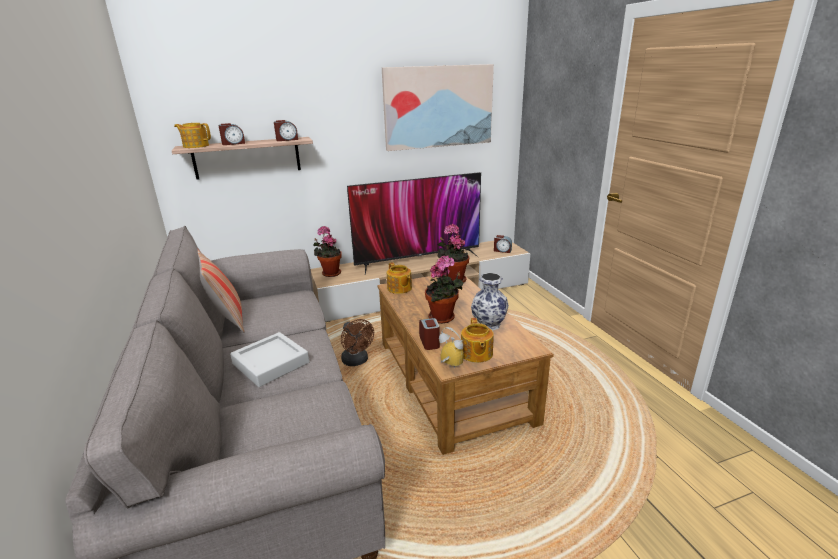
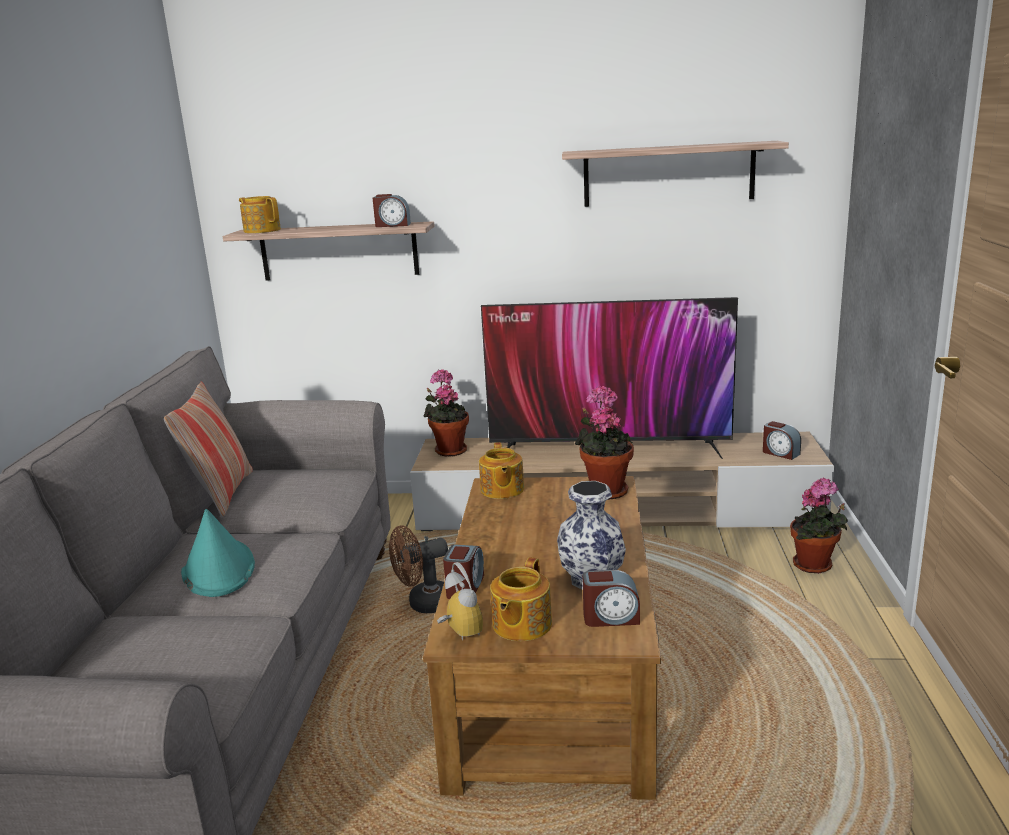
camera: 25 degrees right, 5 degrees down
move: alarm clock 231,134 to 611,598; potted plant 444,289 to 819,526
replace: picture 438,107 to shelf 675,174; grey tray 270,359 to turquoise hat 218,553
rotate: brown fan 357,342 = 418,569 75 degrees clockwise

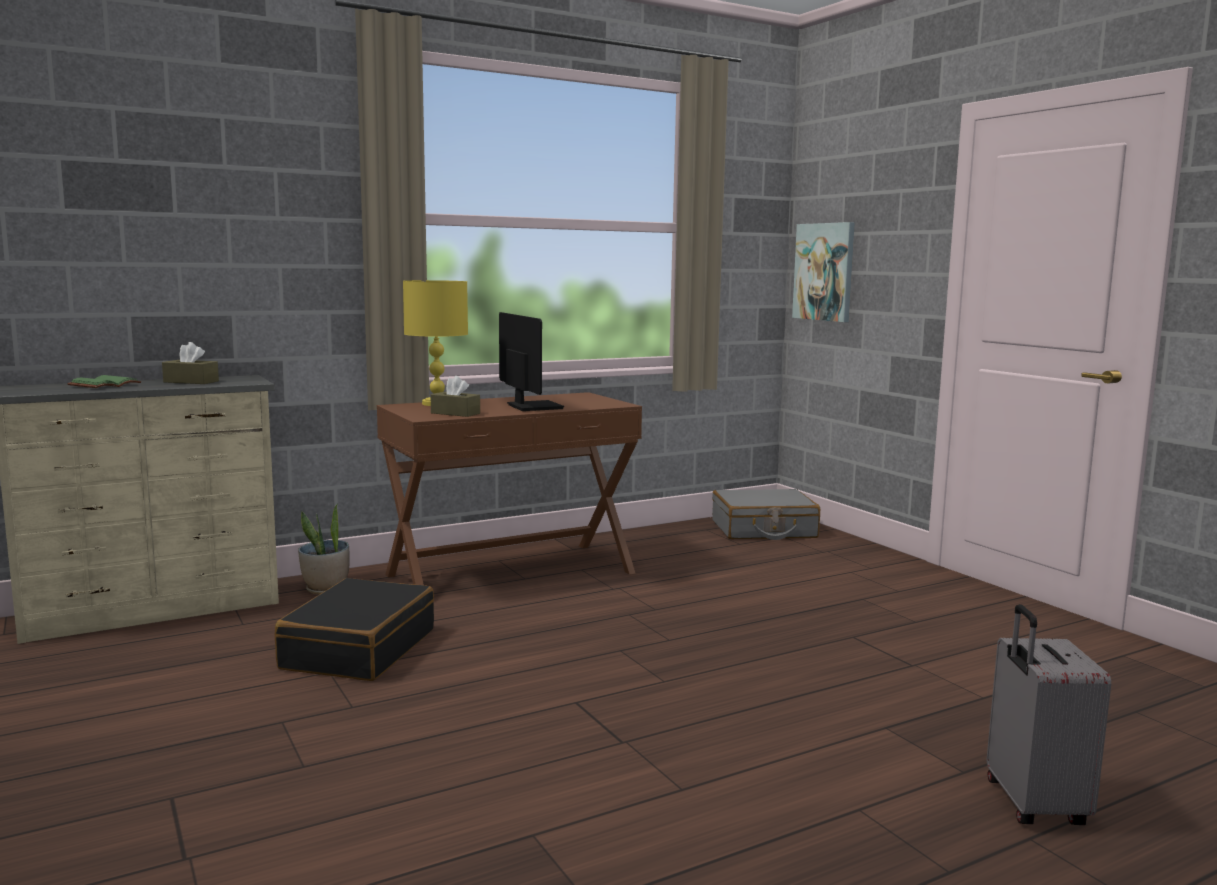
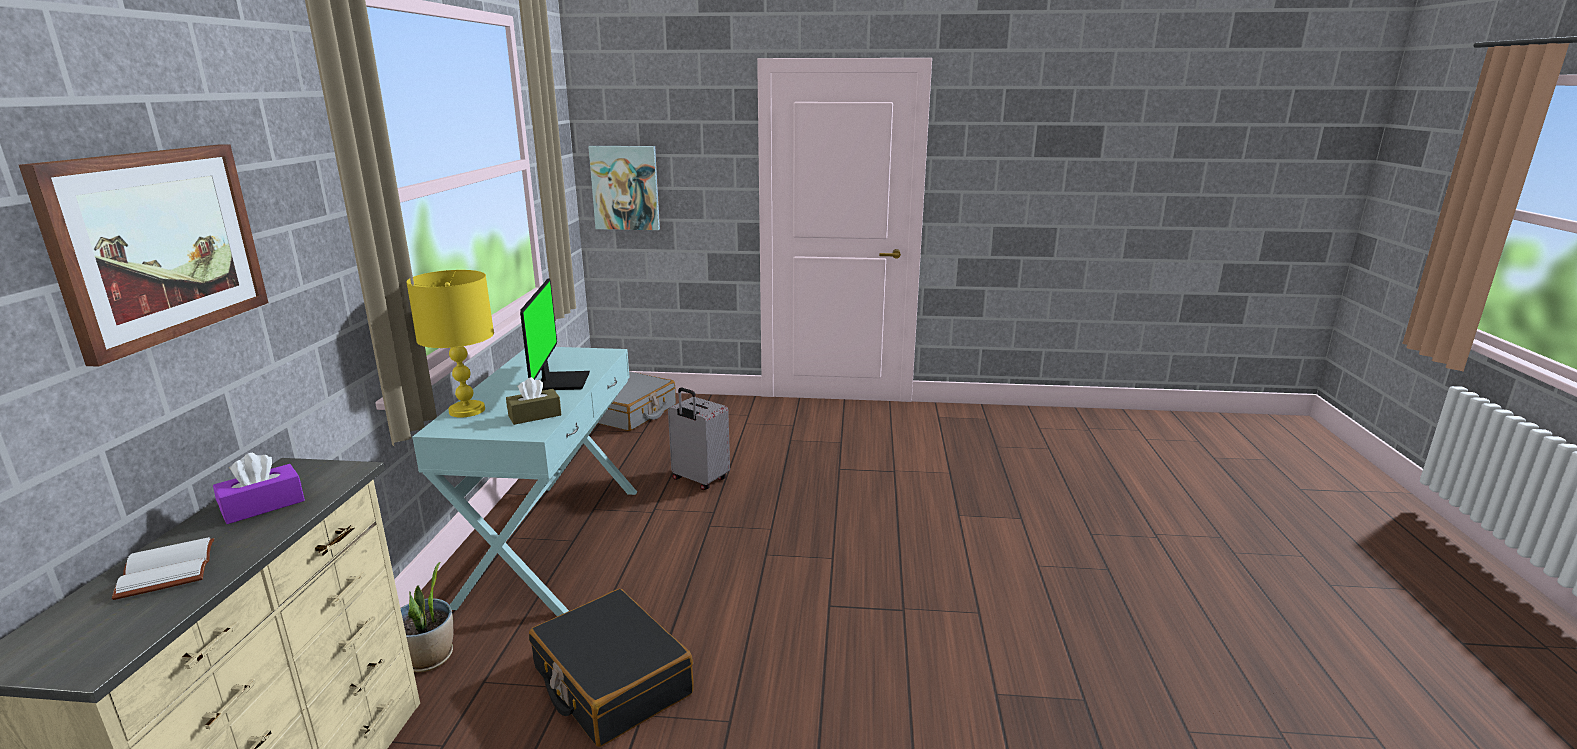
camera: 55 degrees left, 10 degrees up
insert: picture 143,255
move: grey suitcase 1049,714 to 699,439
recolor: brown tissue box 190,363 to purple tissue box 259,488; green book 104,381 to white book 163,568; brown console table 509,488 to turquoise console table 524,481
rotate: monitor 531,361 = 555,334 75 degrees clockwise

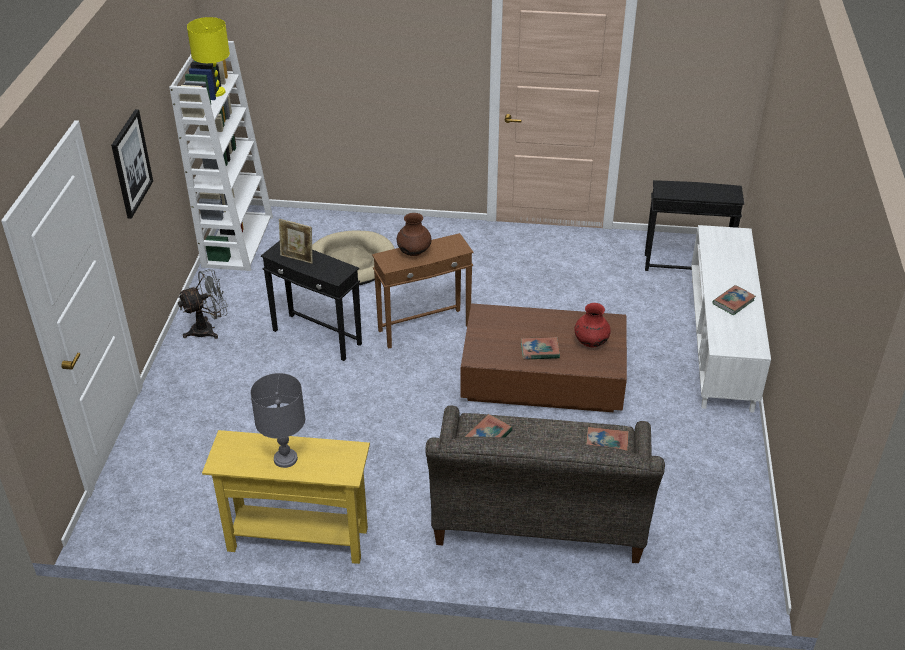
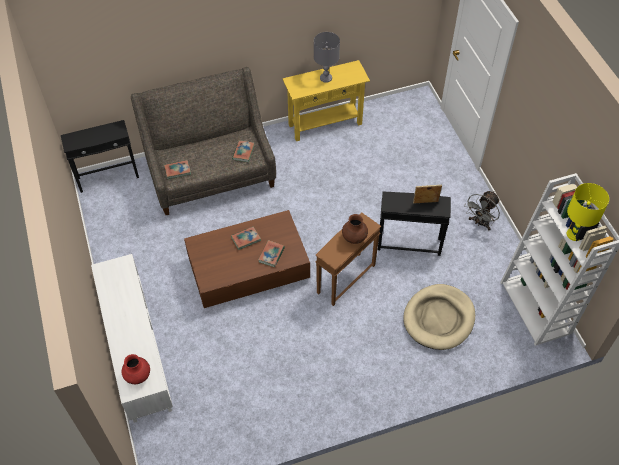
camera: 155 degrees right, 15 degrees up
delete: picture 132,164
move: black side table 694,225 to 100,156; book 734,300 to 271,253; red vase 592,325 to 135,369

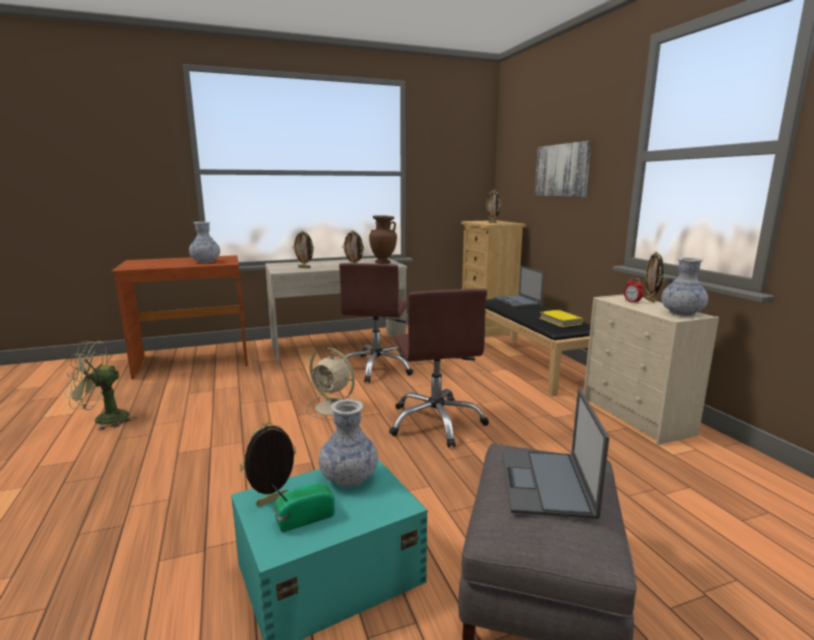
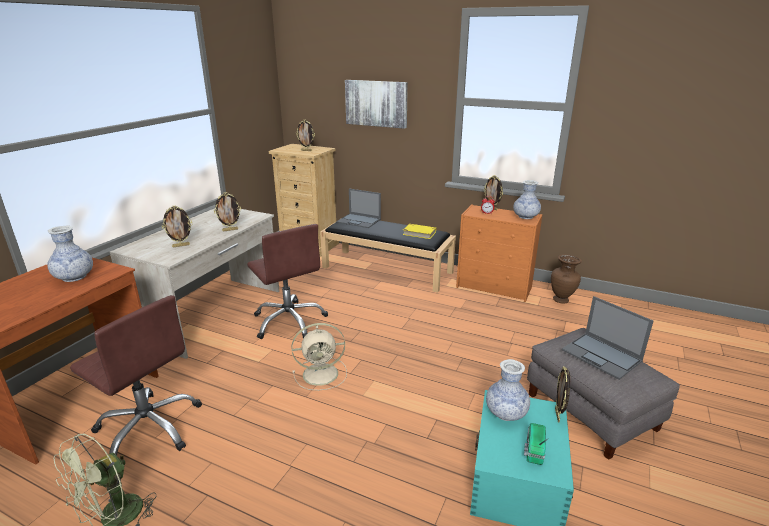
camera: 45 degrees left, 10 degrees up
move: brown vase 383,239 to 566,279; brown office chair 439,368 to 136,375; picture frame 268,464 to 562,394
recolor: beige dresser 651,369 to orange dresser 499,253

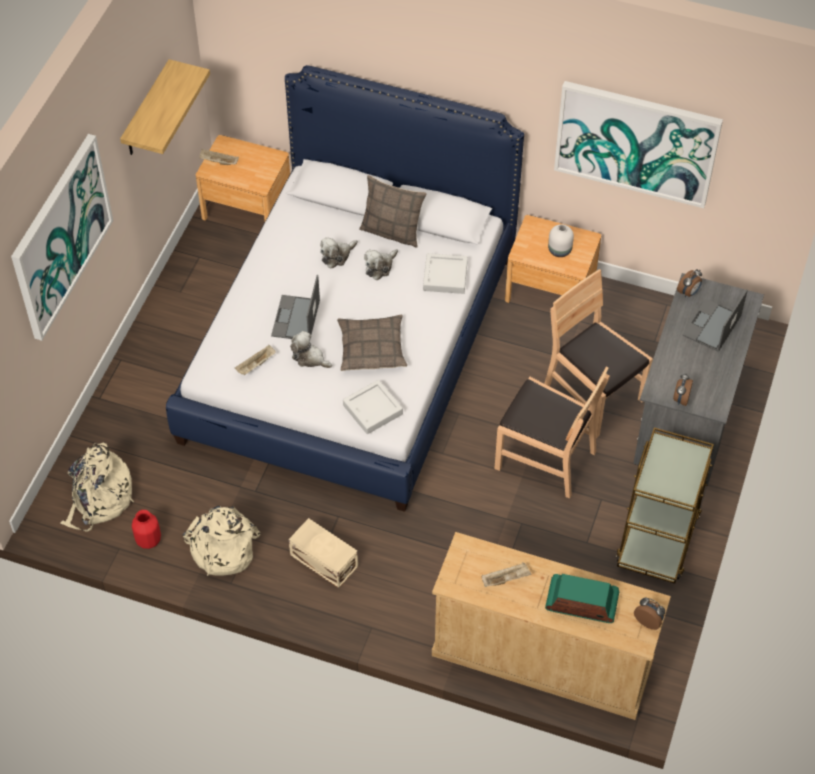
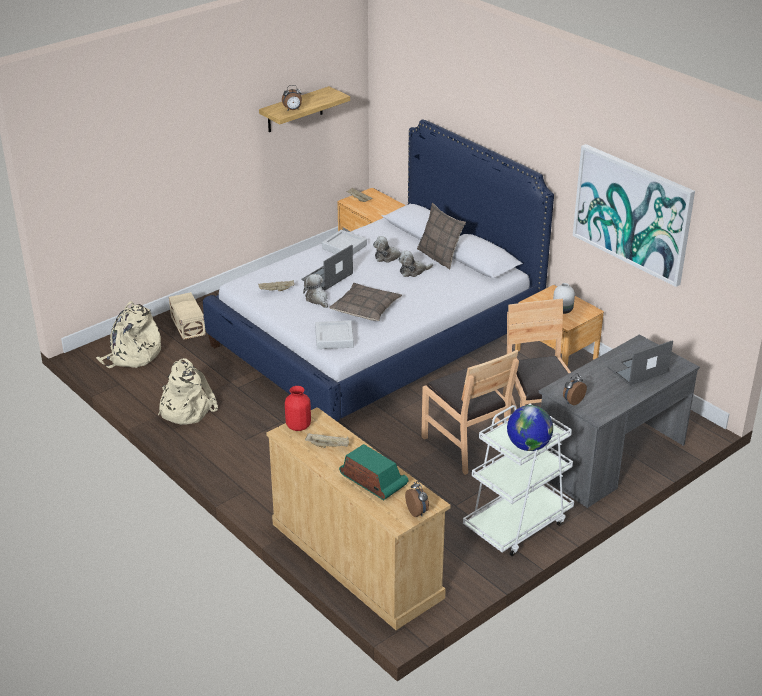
camera: 30 degrees right, 20 degrees down
delete: picture 62,237
insert: globe 530,428
move: grey tray 445,273 to 344,242; alarm clock 689,283 to 292,97; red vase 146,529 to 298,408; beige storage box 323,553 to 187,316
recolor: brown cart 665,505 to white cart 518,480

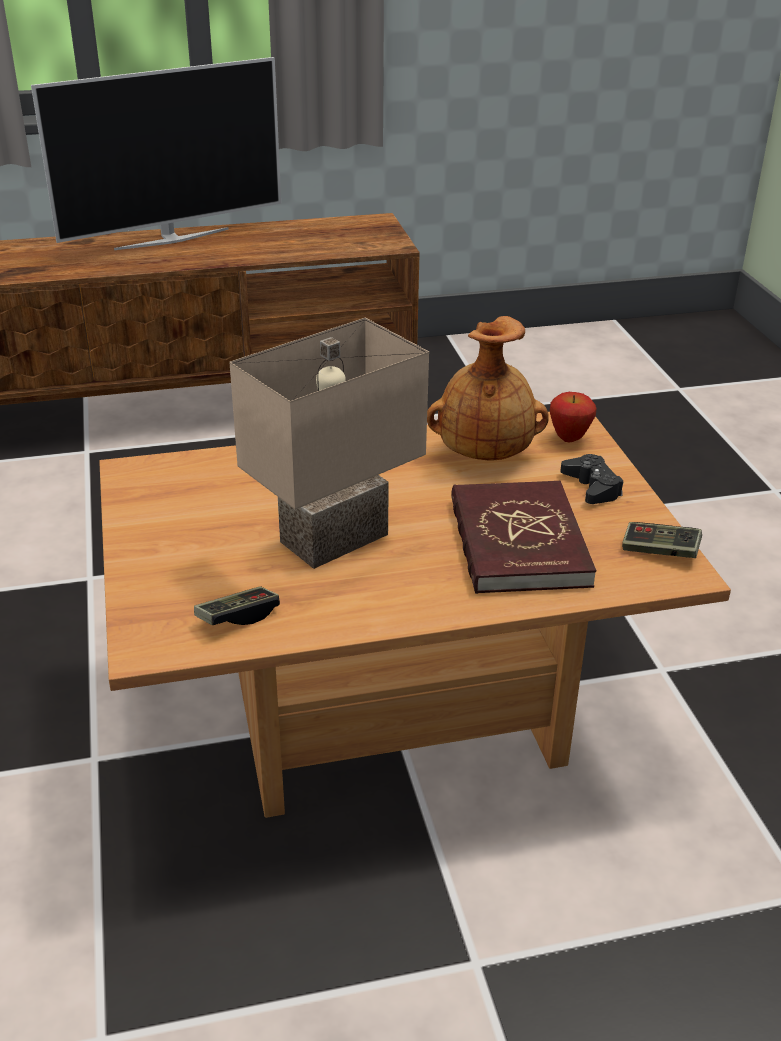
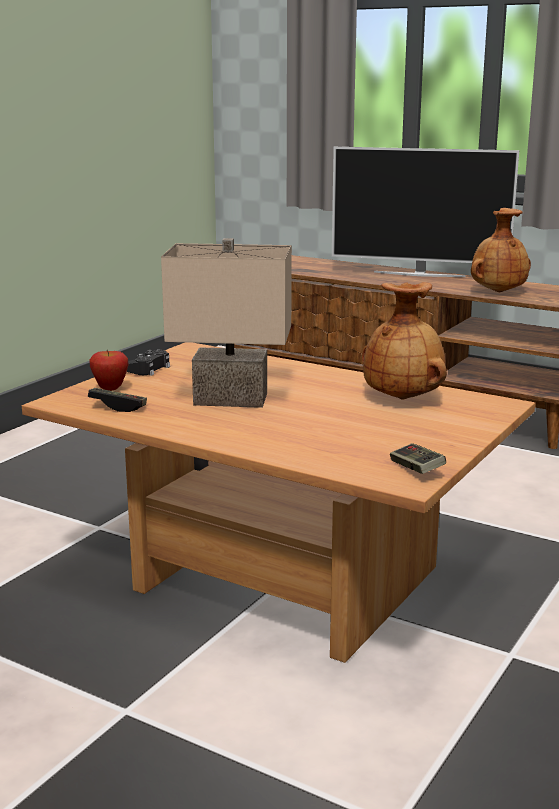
camera: 45 degrees right, 15 degrees down
delete: red book 523,537
insert: brown vase 501,250
move: apple 573,417 to 109,370; black game controller 591,479 to 148,363

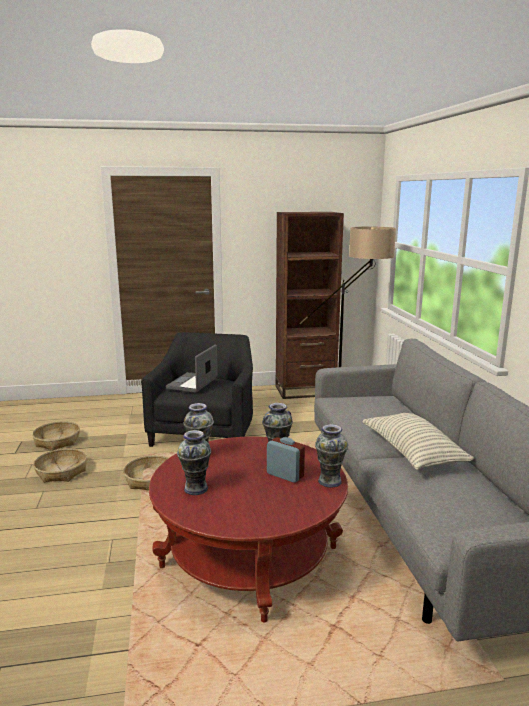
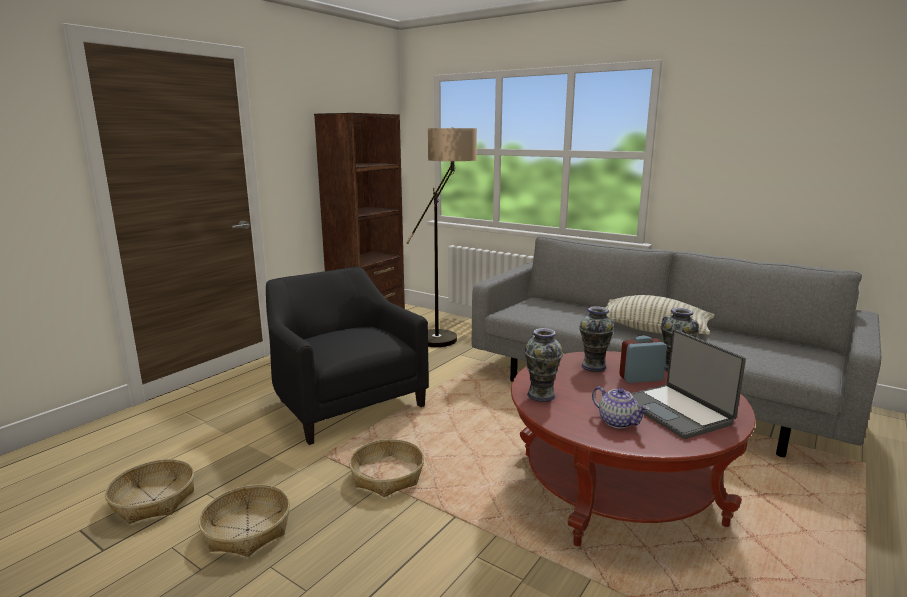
camera: 45 degrees left, 0 degrees up
move: laptop 192,369 to 688,384
replace: vase 194,462 to teapot 620,407

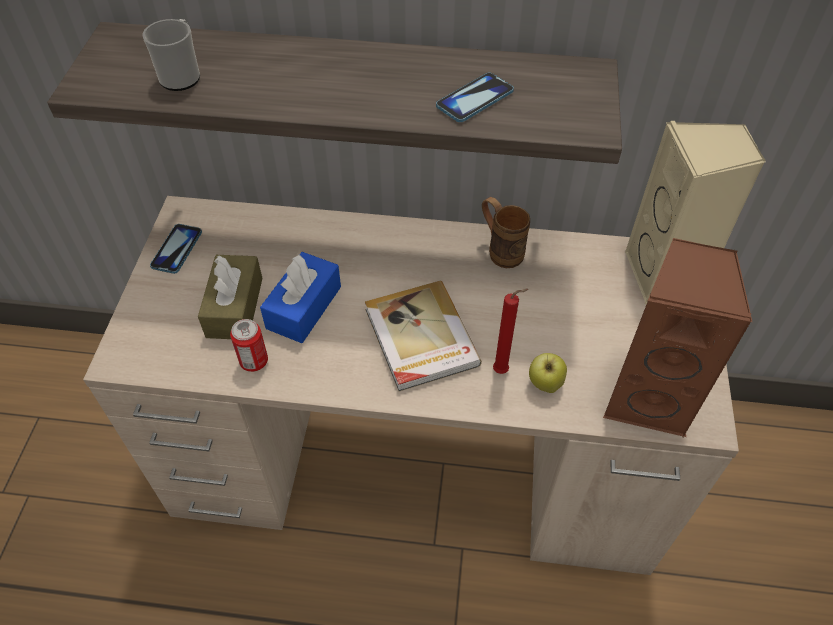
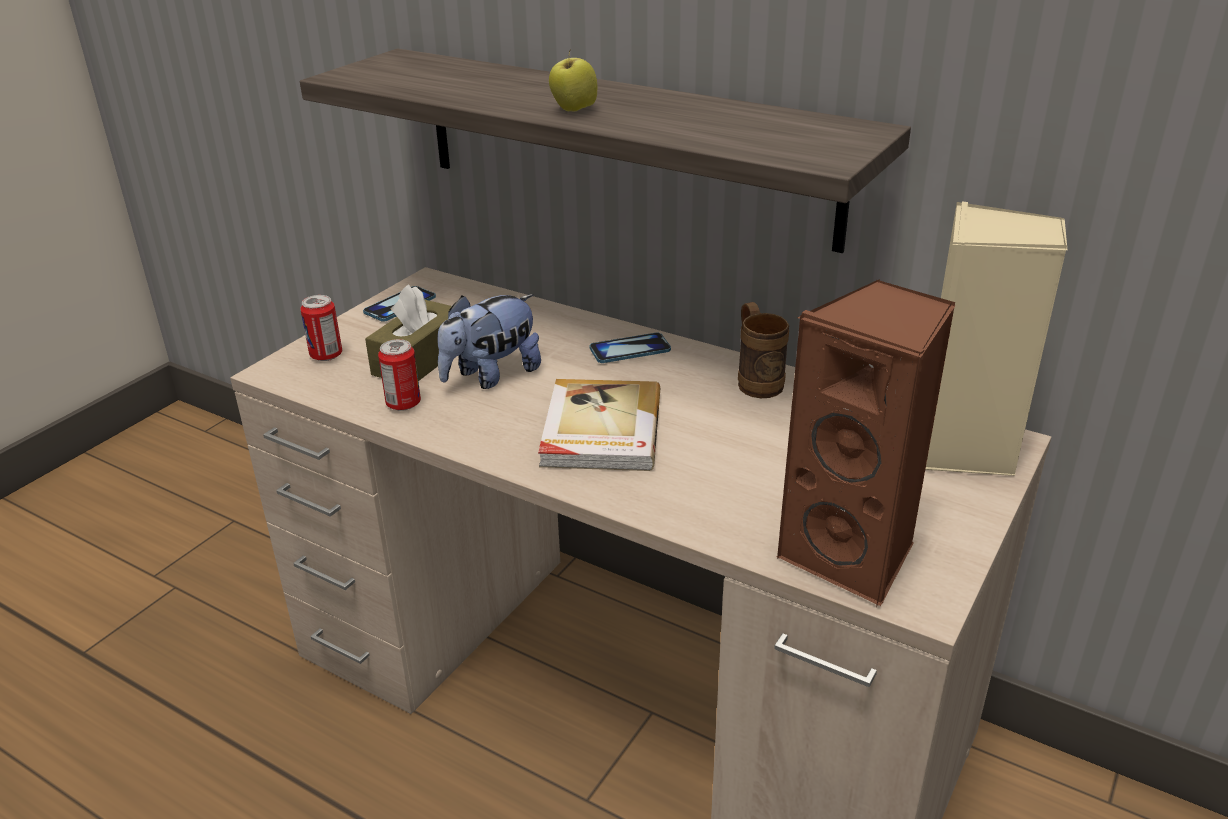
camera: 25 degrees right, 20 degrees down
delete: mug 171,55; red candle 511,331
insert: can 321,328
move: phone 475,97 to 630,348; apple 548,373 to 573,80
replace: blue tissue box 300,297 to plush toy 489,341

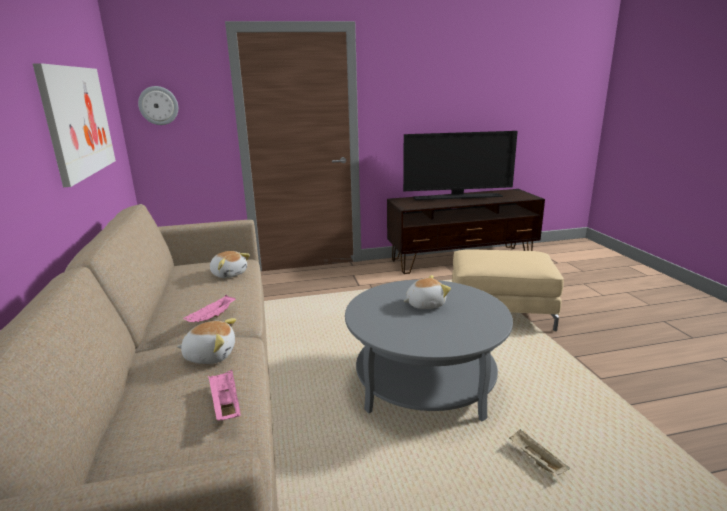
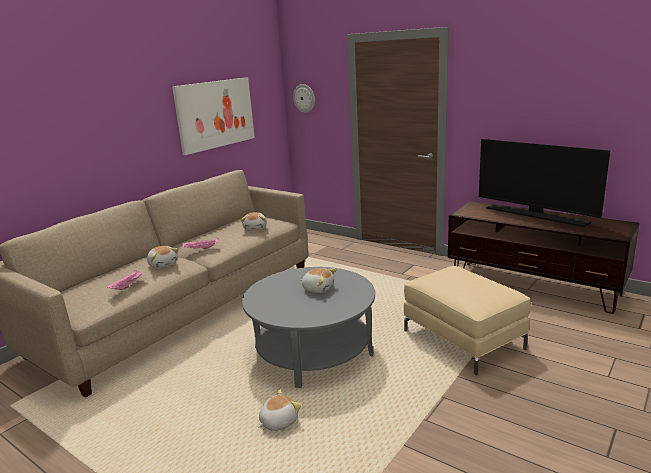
camera: 50 degrees right, 0 degrees up
replace: beige tray 539,452 to plush toy 279,410

